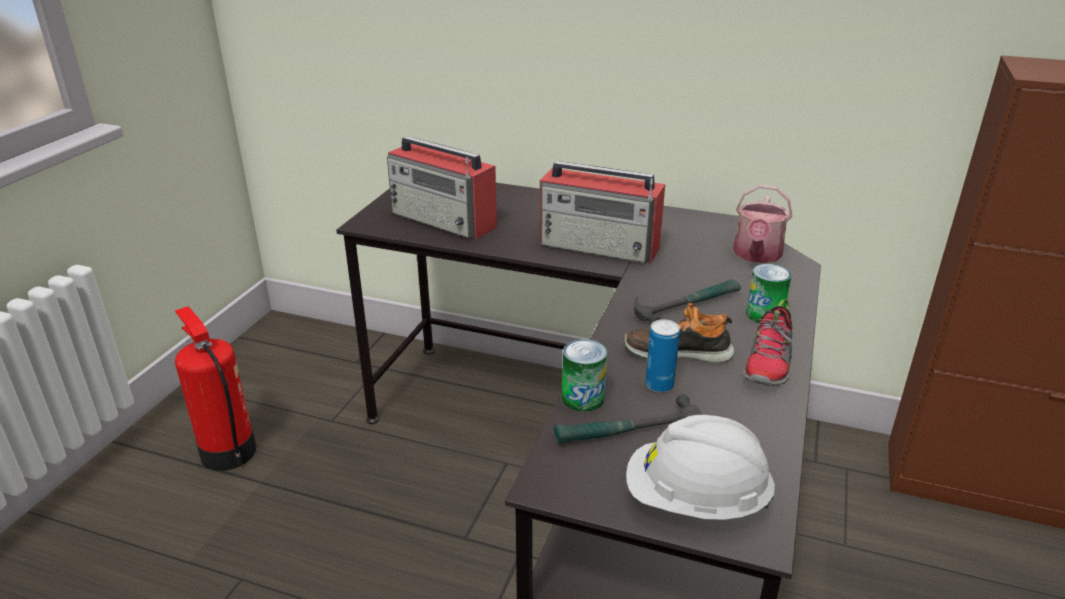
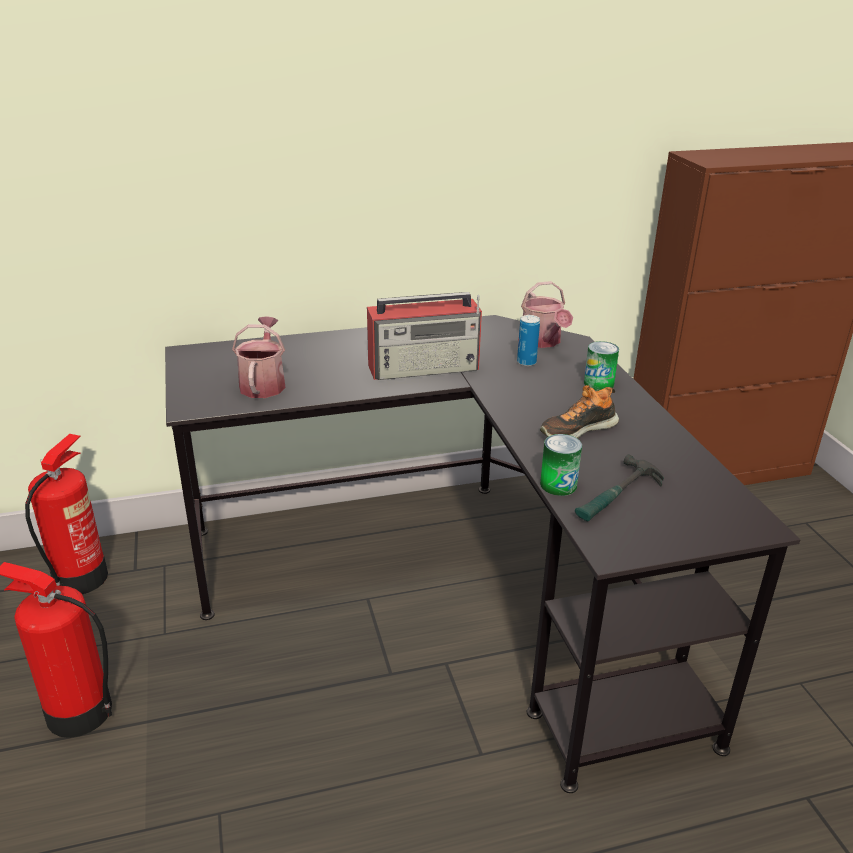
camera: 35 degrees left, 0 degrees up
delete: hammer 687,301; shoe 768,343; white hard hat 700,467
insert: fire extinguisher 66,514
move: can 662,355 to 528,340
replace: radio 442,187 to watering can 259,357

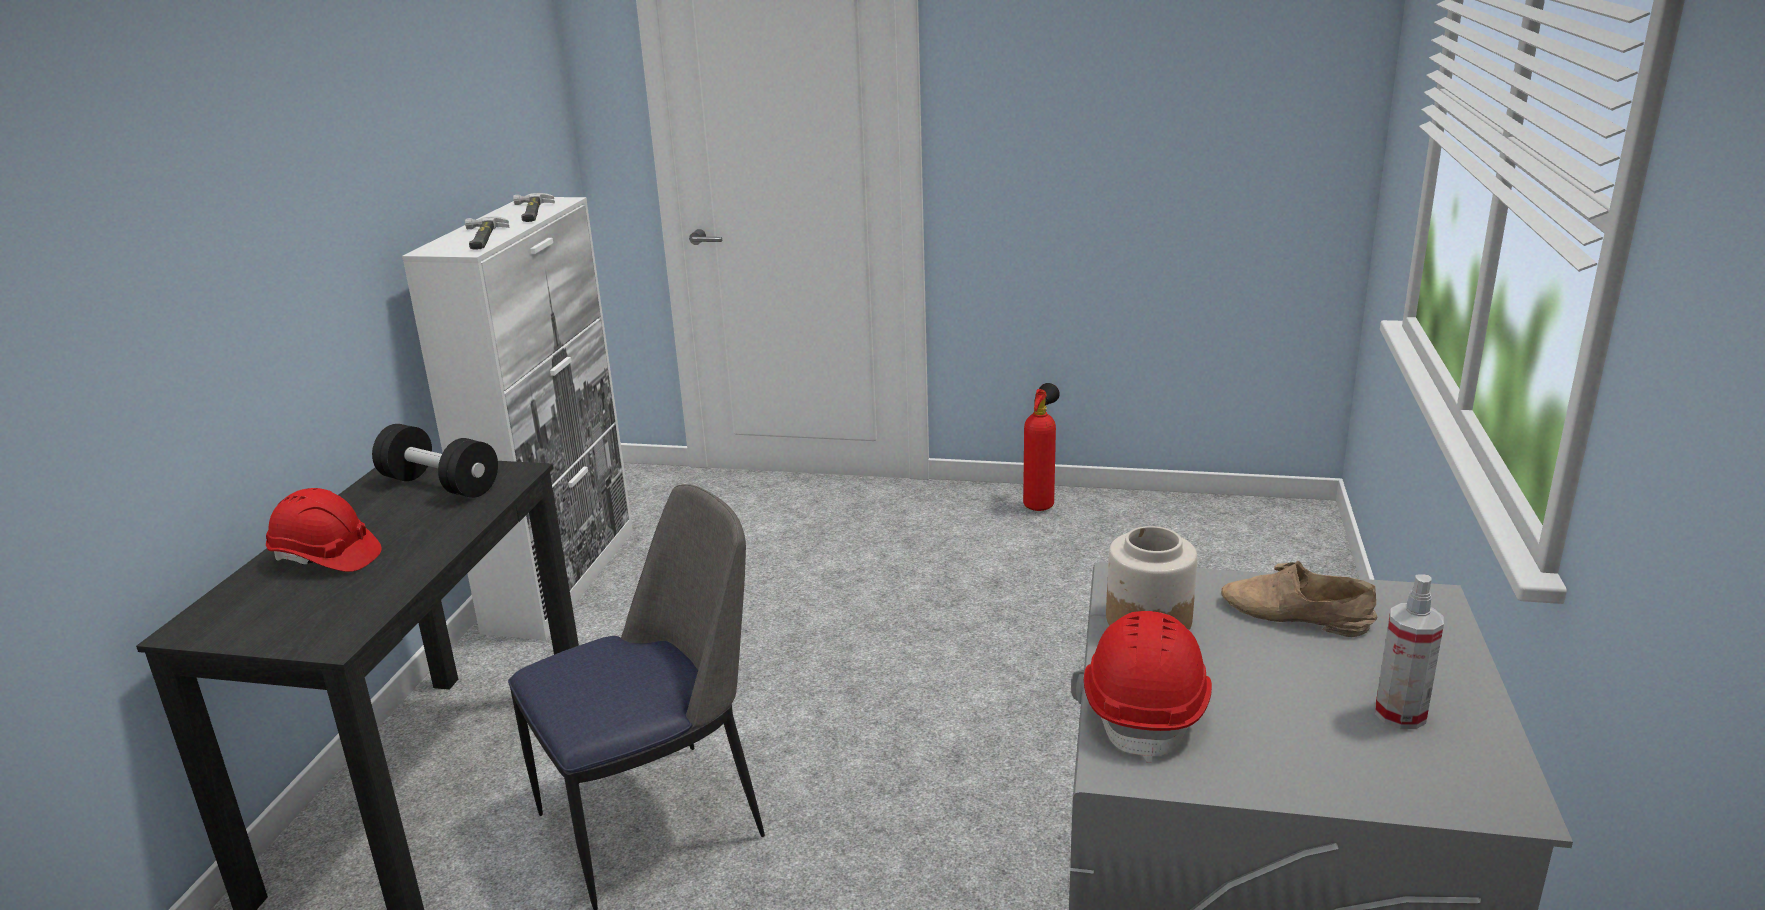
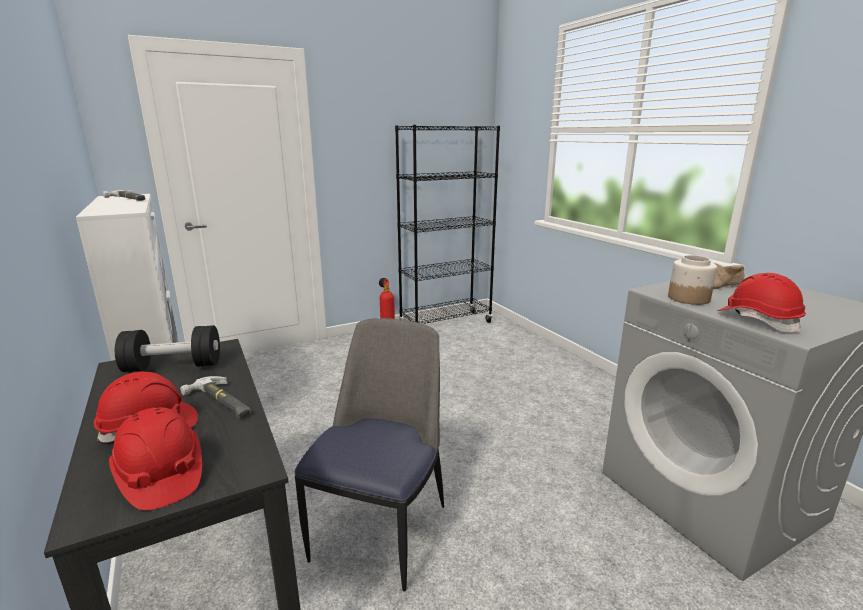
camera: 40 degrees left, 5 degrees down
delete: spray bottle 1409,651
insert: black bookcase 447,224; red hard hat 155,458
move: hammer 487,233 to 215,397

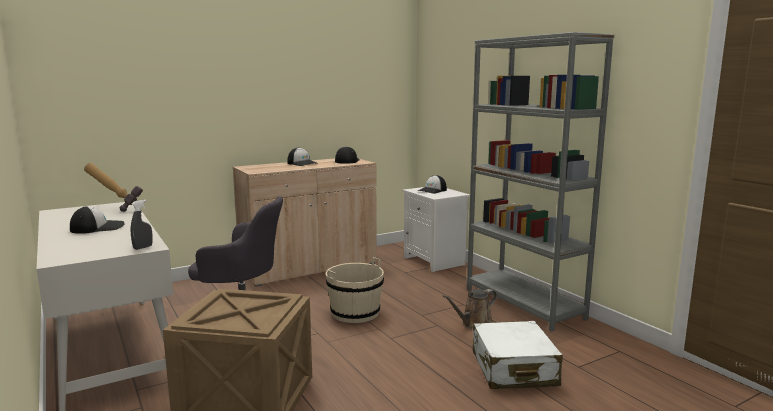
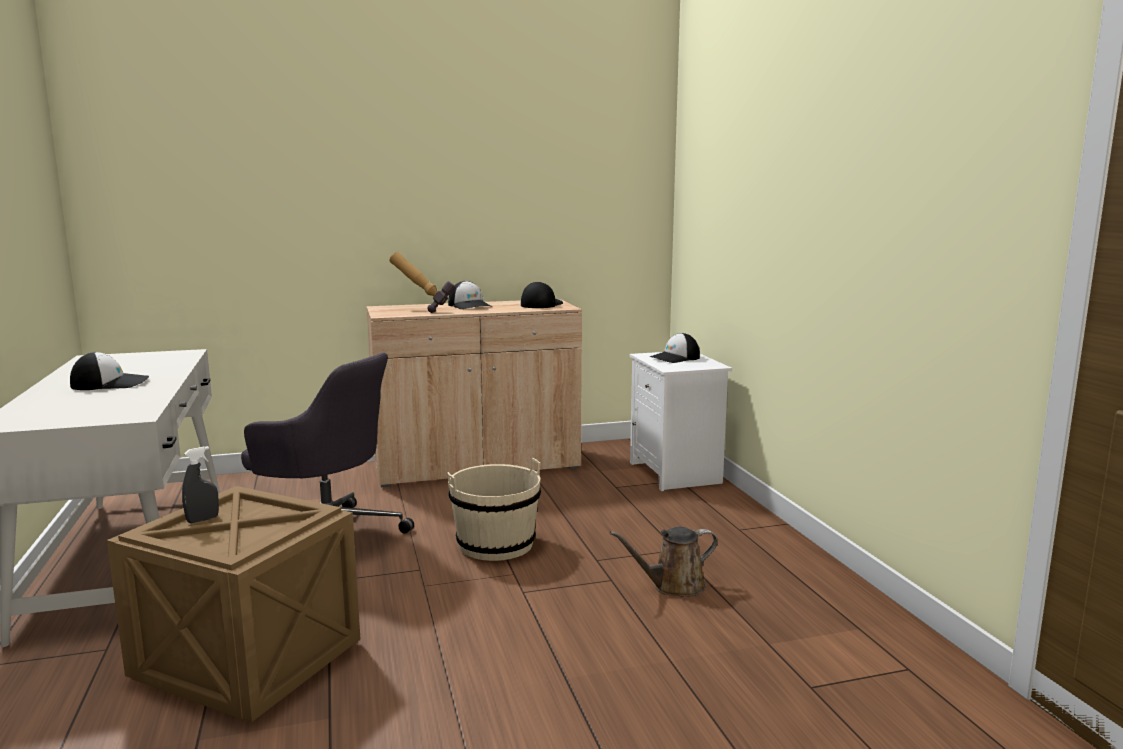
camera: 15 degrees right, 0 degrees up
delete: grey bookcase 541,182; white suitcase 518,355
move: hammer 113,187 to 423,282; grey spray bottle 141,225 to 200,484

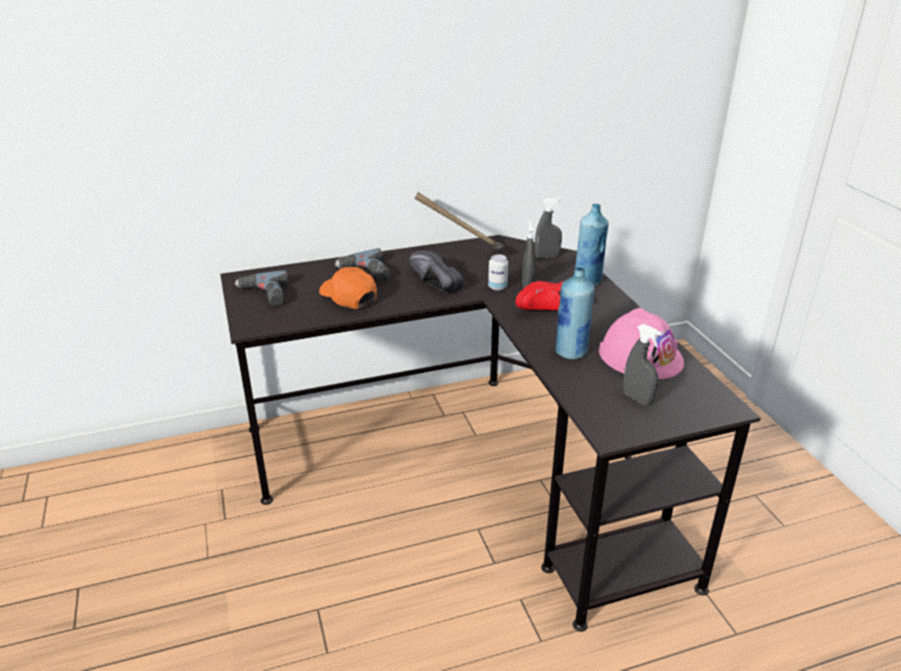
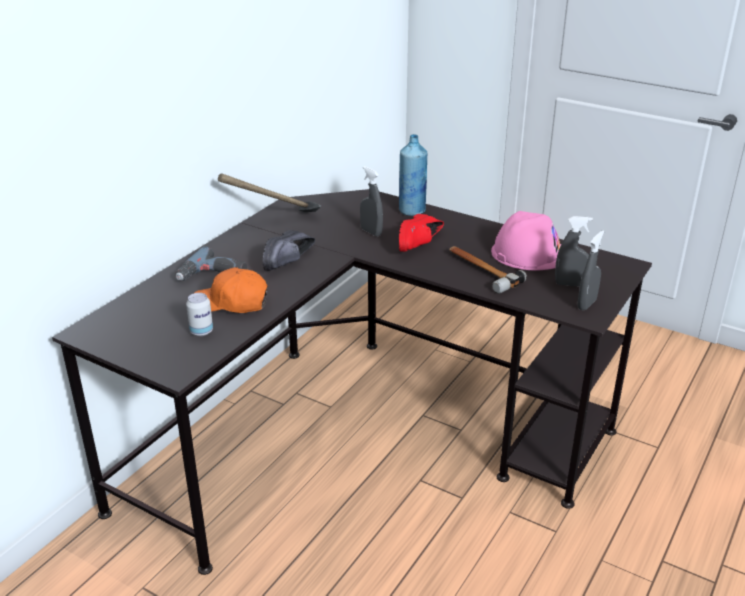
camera: 40 degrees left, 0 degrees up
delete: power drill 261,288
move: grey spray bottle 548,227 to 591,270; can 498,272 to 199,314
replace: blue bottle 575,313 to hammer 488,270
rotate: black shoe 436,270 = 288,250 75 degrees counterclockwise

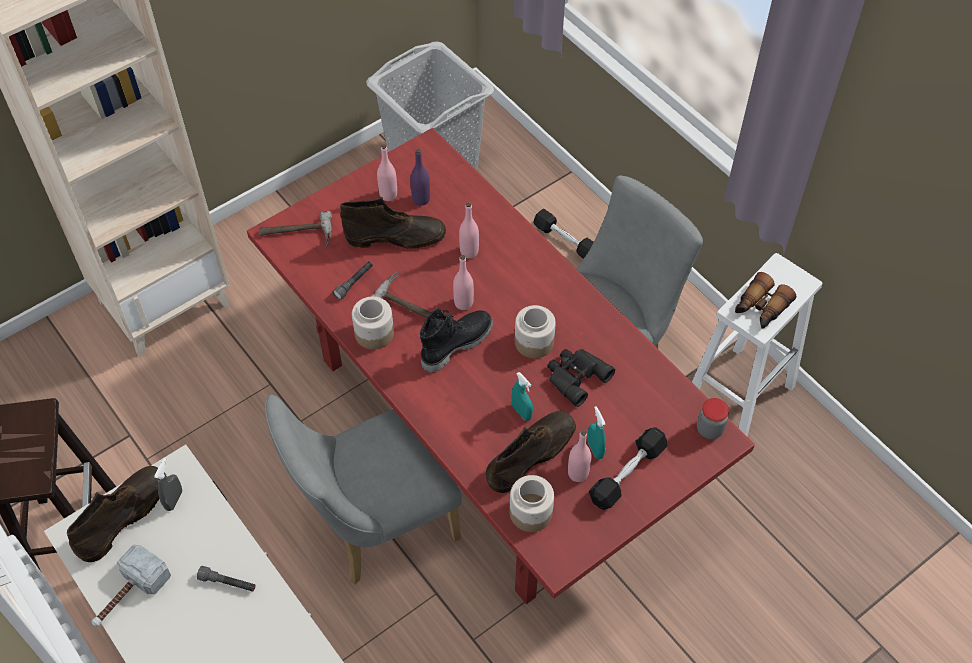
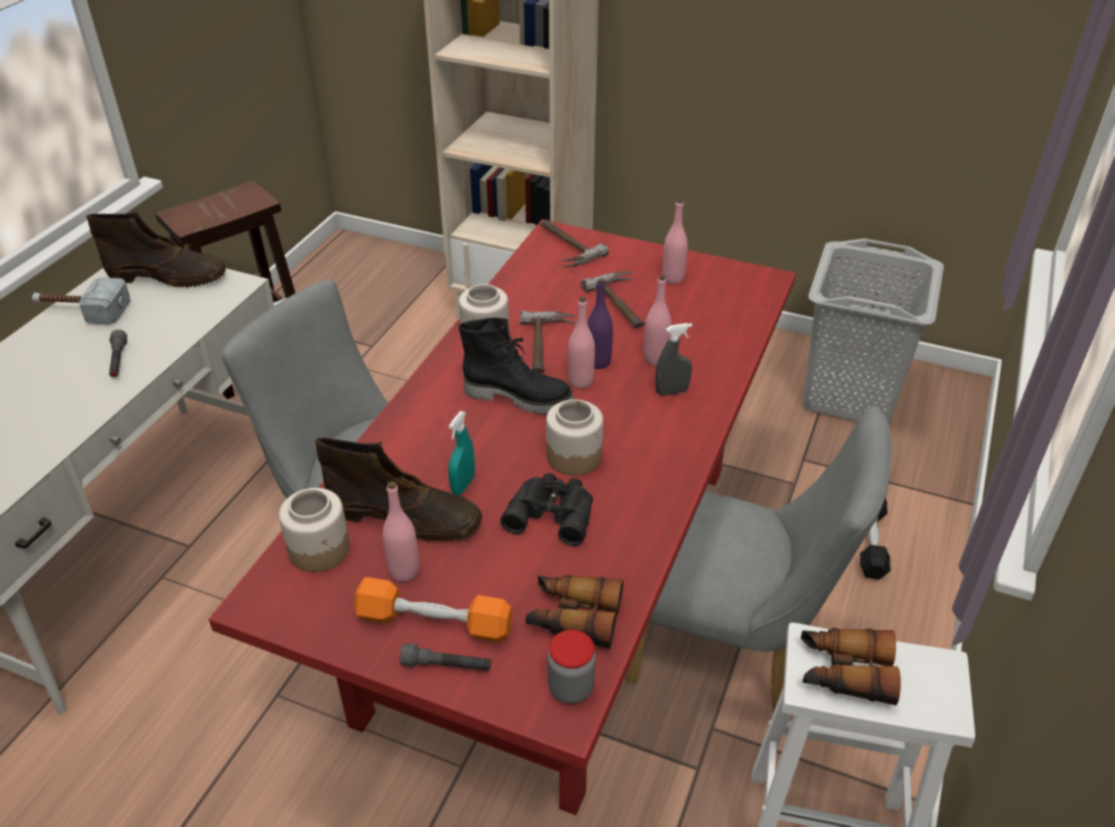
camera: 60 degrees right, 15 degrees down
delete: turquoise spray bottle 596,432
insert: binoculars 574,612
move: purple bottle 420,177 to 600,323; grey flashlight 353,280 to 445,657; grey spray bottle 168,484 to 673,359
replace: brown boot 393,223 to hammer 613,299
recolor: black dumbbell 628,469 to orange dumbbell 433,609

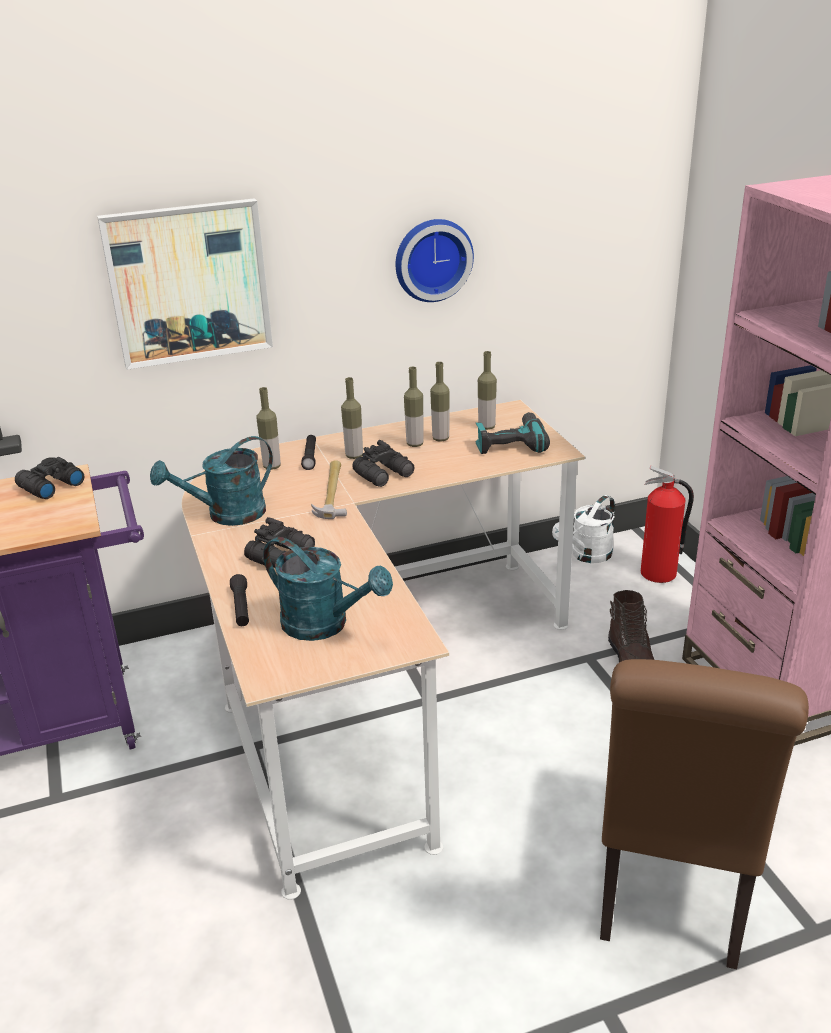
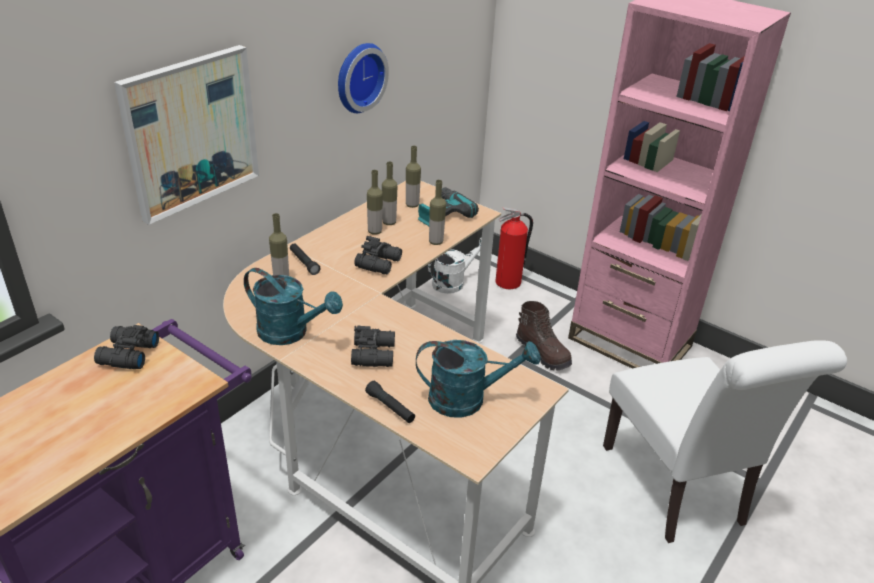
camera: 35 degrees left, 5 degrees up
delete: hammer 329,489
move: bottle 352,418 to 437,212
recolor: brown chair 704,814 to white chair 725,441
rotate: turquoise watering can 211,481 = 293,306 90 degrees counterclockwise; white watering can 583,529 = 455,265 135 degrees counterclockwise

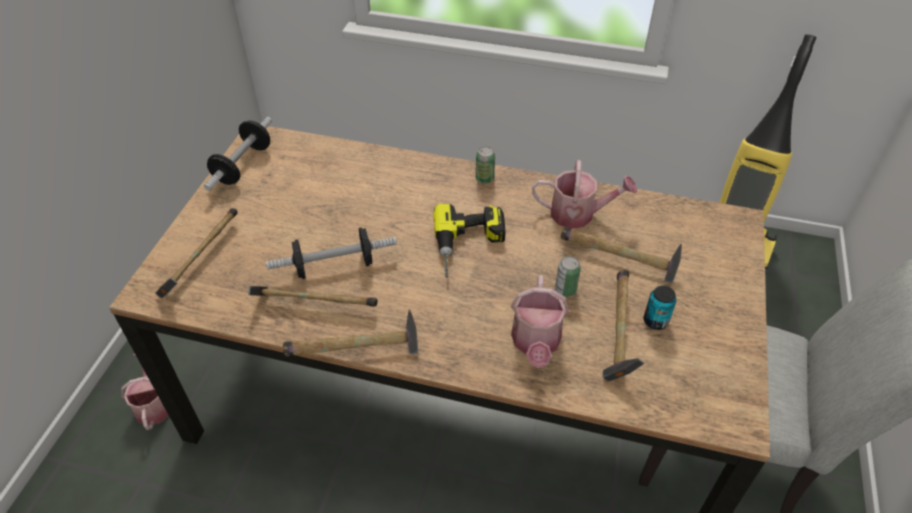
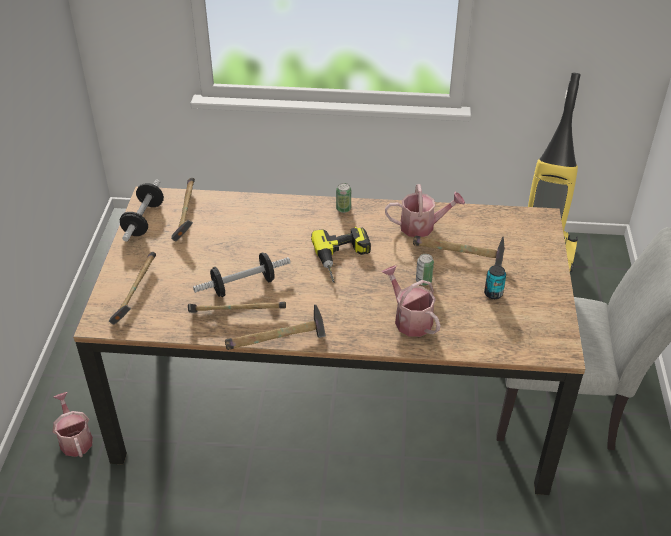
camera: 10 degrees left, 5 degrees down
move: hammer 623,326 to 183,209
rotate: watering can 540,321 = 411,301 150 degrees clockwise

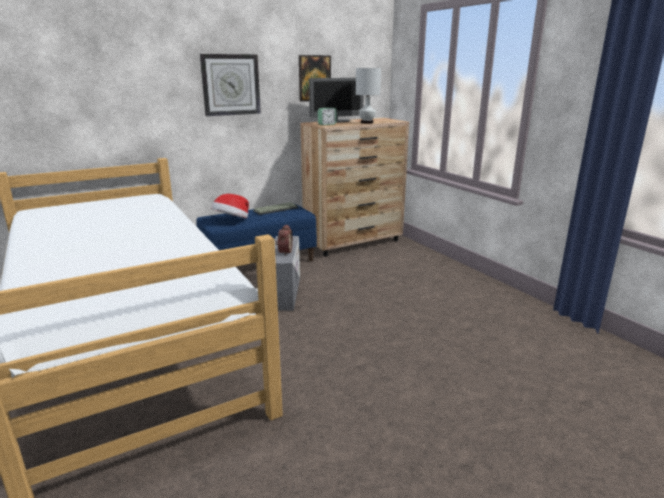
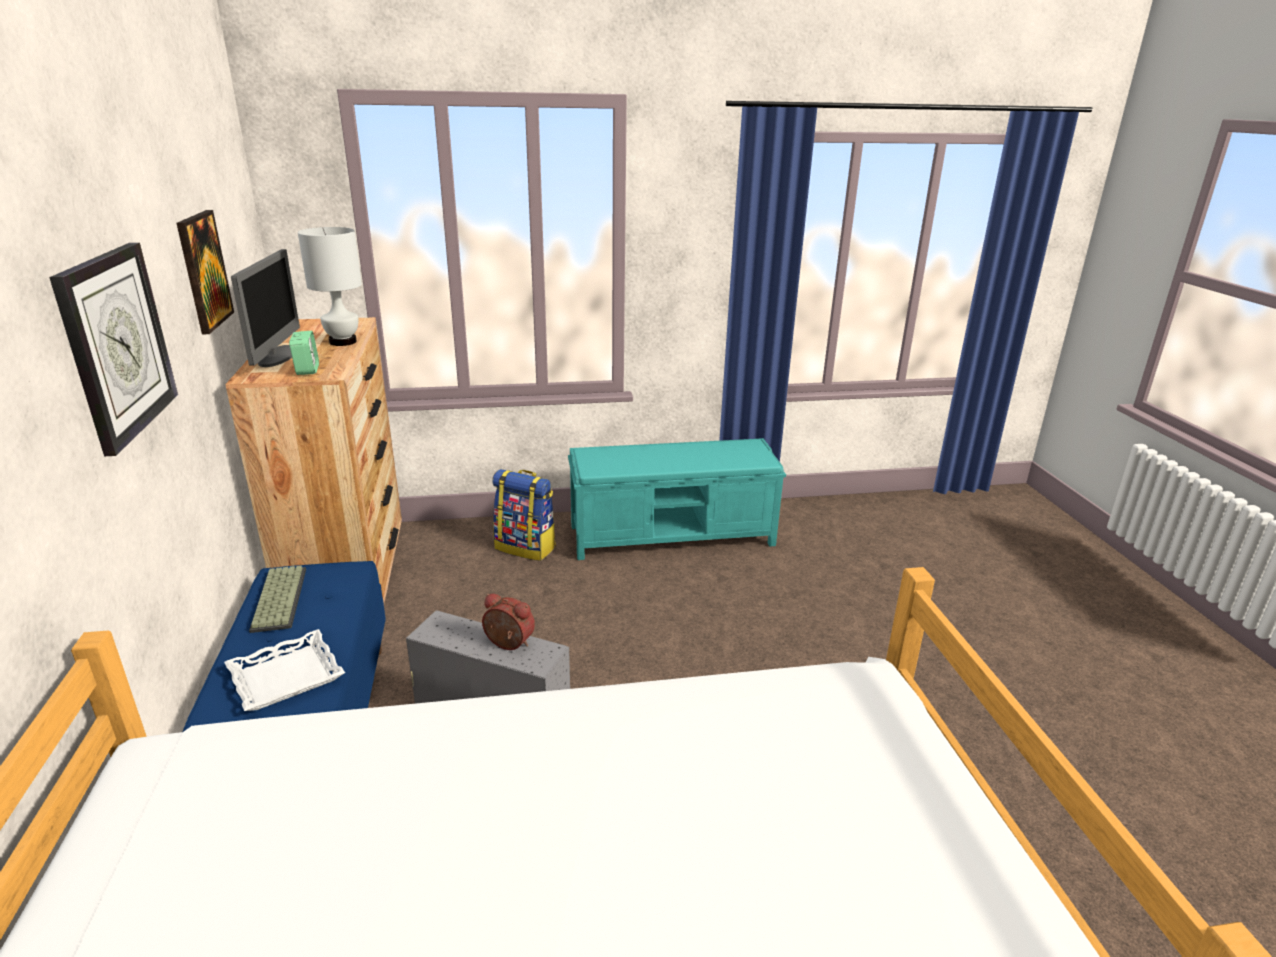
camera: 70 degrees left, 5 degrees up
insert: turquoise bench 677,499; backpack 524,515
replace: hat 230,206 to white tray 284,670

